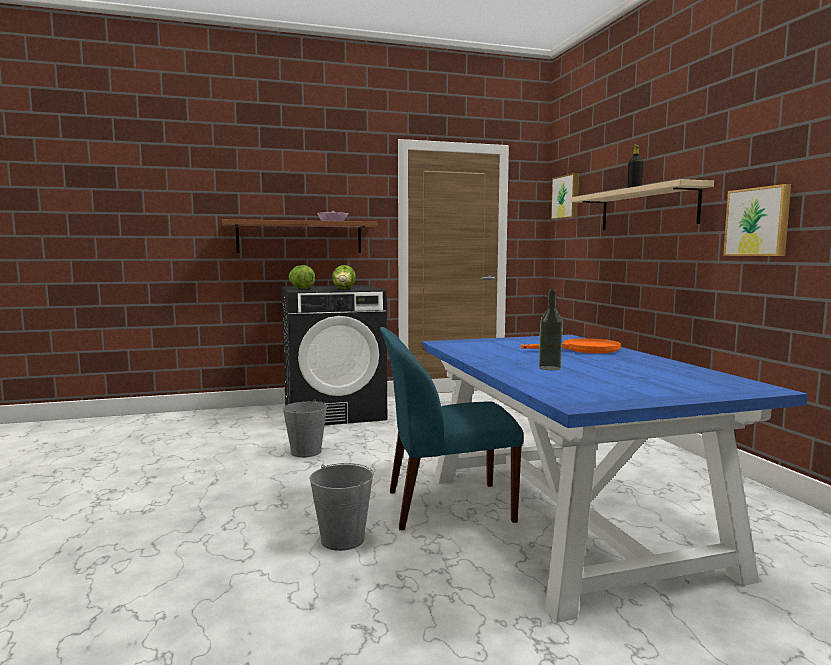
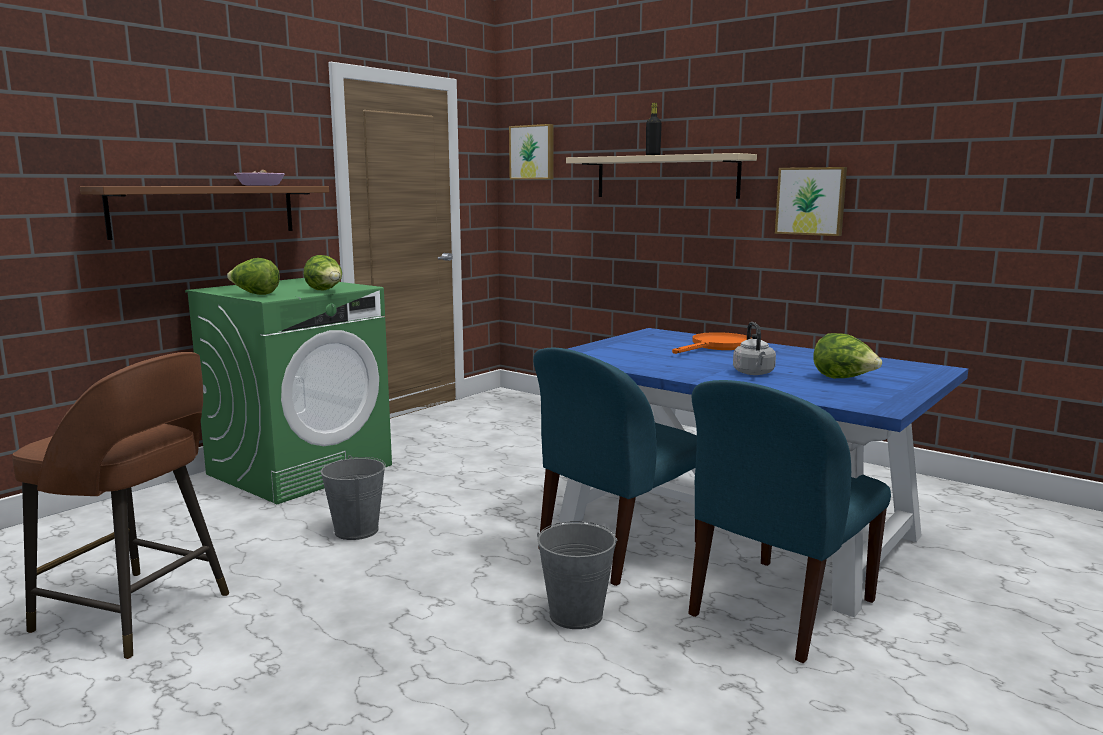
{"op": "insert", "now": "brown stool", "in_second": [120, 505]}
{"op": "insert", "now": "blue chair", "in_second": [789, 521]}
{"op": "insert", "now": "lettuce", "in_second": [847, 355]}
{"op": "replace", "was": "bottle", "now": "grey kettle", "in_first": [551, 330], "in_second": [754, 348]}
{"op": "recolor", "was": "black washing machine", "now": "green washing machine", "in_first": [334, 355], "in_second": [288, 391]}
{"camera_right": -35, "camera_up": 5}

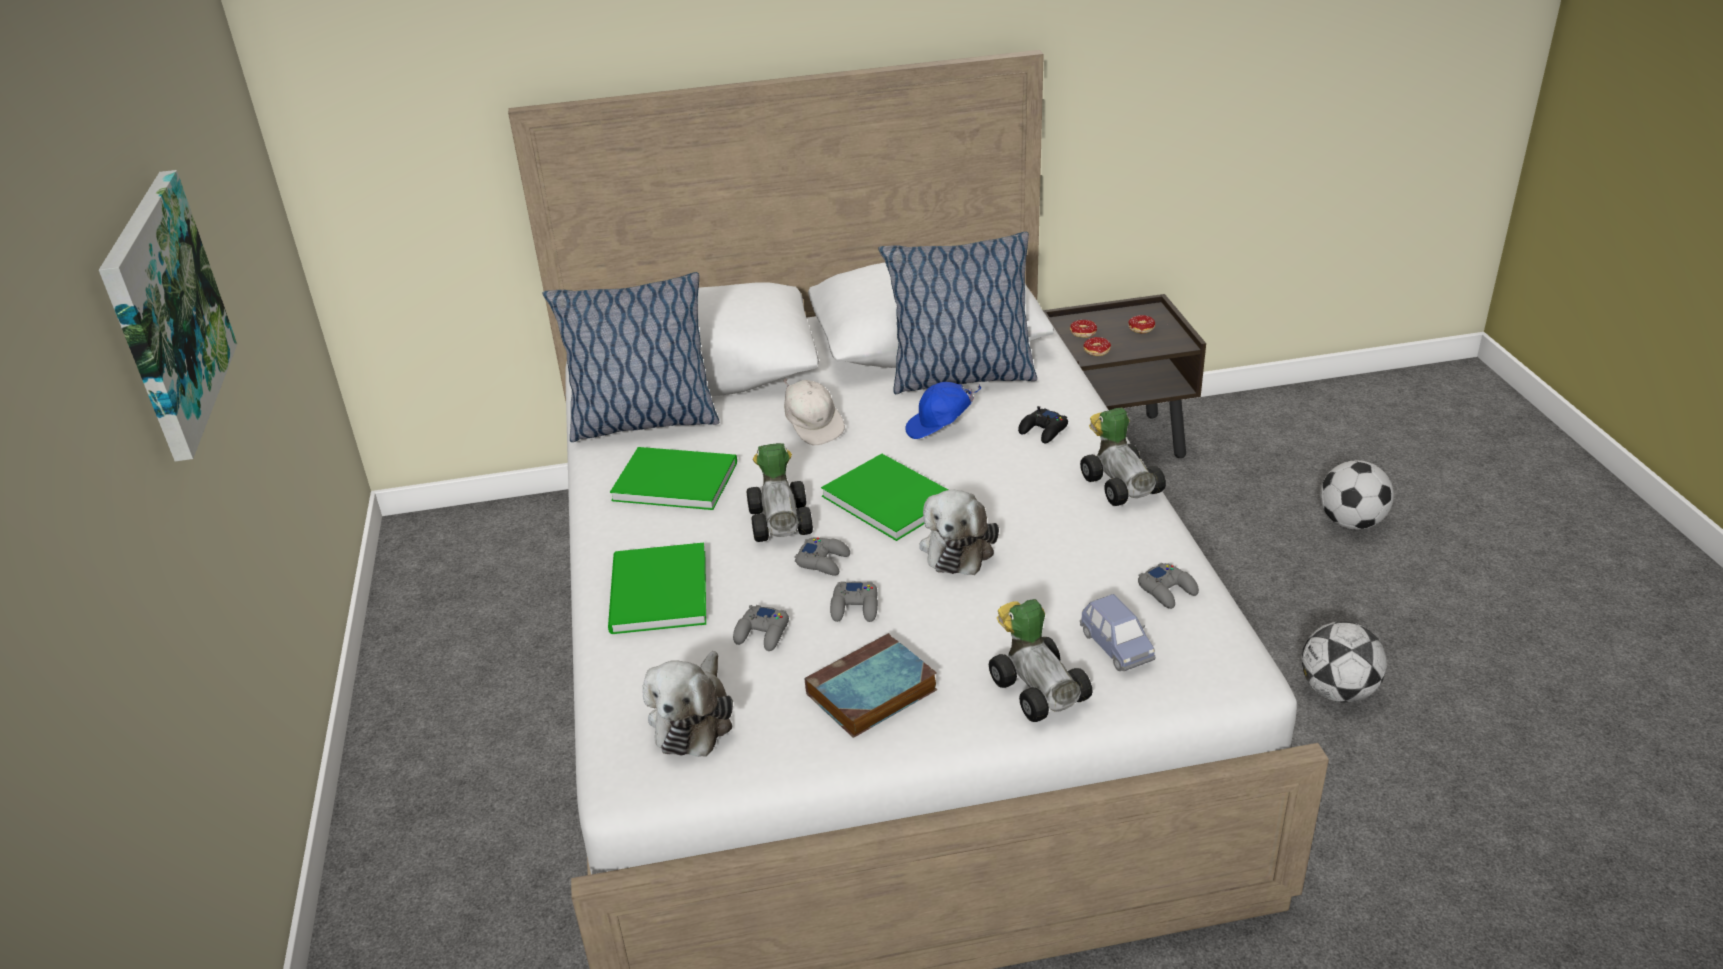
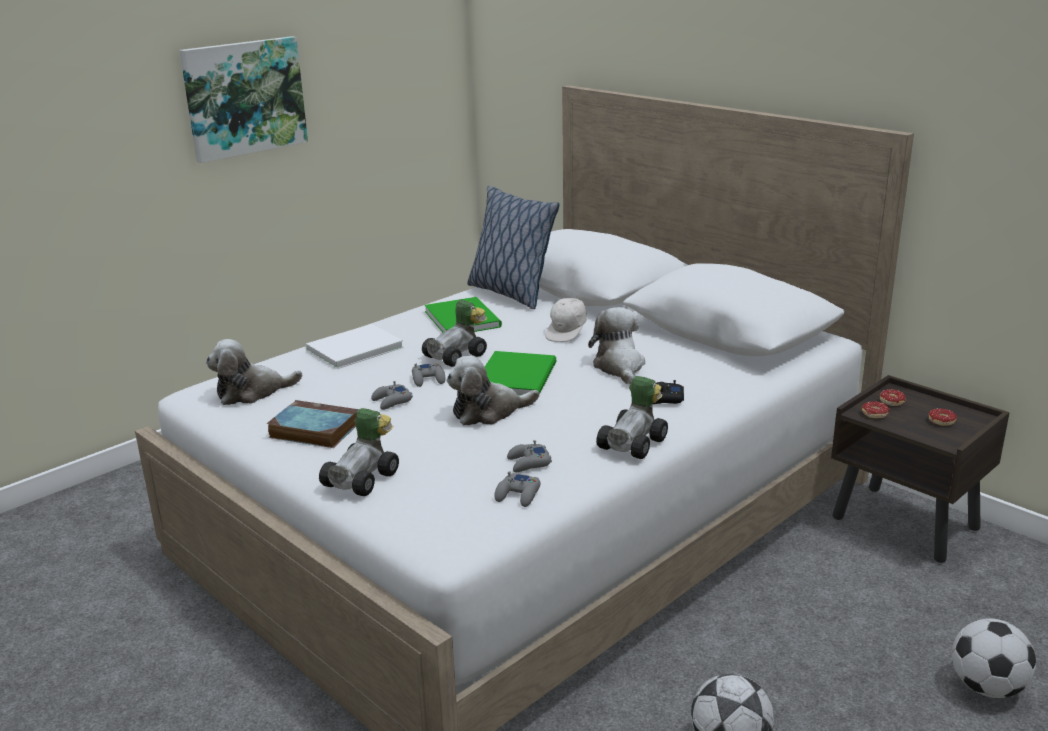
{"op": "delete", "was": "pillow", "in_first": [957, 313]}
{"op": "delete", "was": "blue toy car", "in_first": [1118, 632]}
{"op": "move", "was": "grey game controller", "in_first": [761, 628], "in_second": [529, 456]}
{"op": "replace", "was": "blue cap", "now": "plush toy", "in_first": [943, 410], "in_second": [616, 345]}
{"op": "recolor", "was": "green book", "now": "white book", "in_first": [657, 588], "in_second": [354, 346]}
{"camera_right": 55, "camera_up": -10}

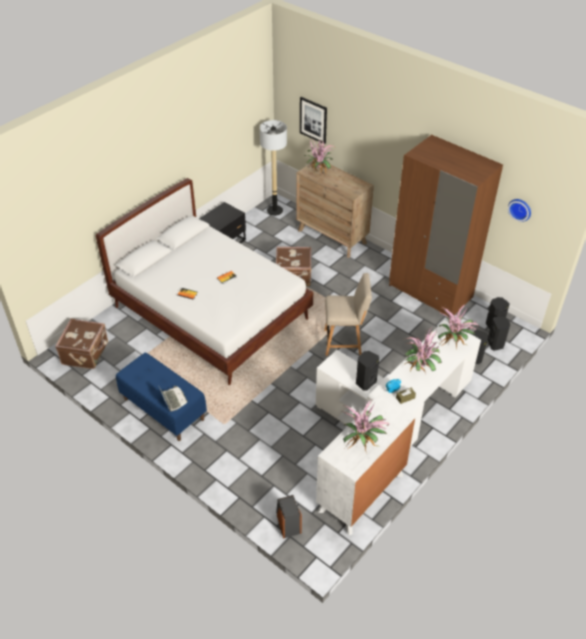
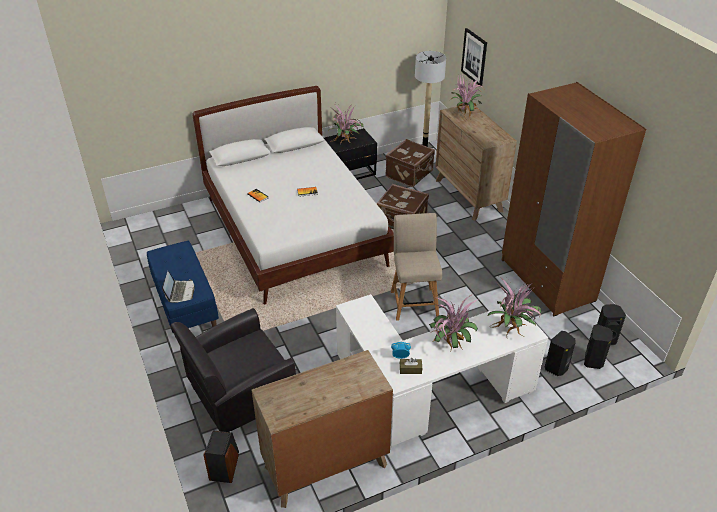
{"op": "delete", "was": "black speaker", "in_first": [367, 371]}
{"op": "delete", "was": "wall clock", "in_first": [519, 210]}
{"op": "insert", "now": "black armchair", "in_second": [233, 370]}
{"op": "move", "was": "brown suitcase", "in_first": [81, 344], "in_second": [410, 163]}
{"op": "move", "was": "potted plant", "in_first": [365, 425], "in_second": [345, 123]}
{"op": "recolor", "was": "white dresser", "now": "brown dresser", "in_first": [365, 465], "in_second": [322, 429]}
{"op": "rotate", "was": "beige chair", "in_first": [348, 314], "in_second": [416, 267], "clockwise": -120}
{"camera_right": 25, "camera_up": -5}

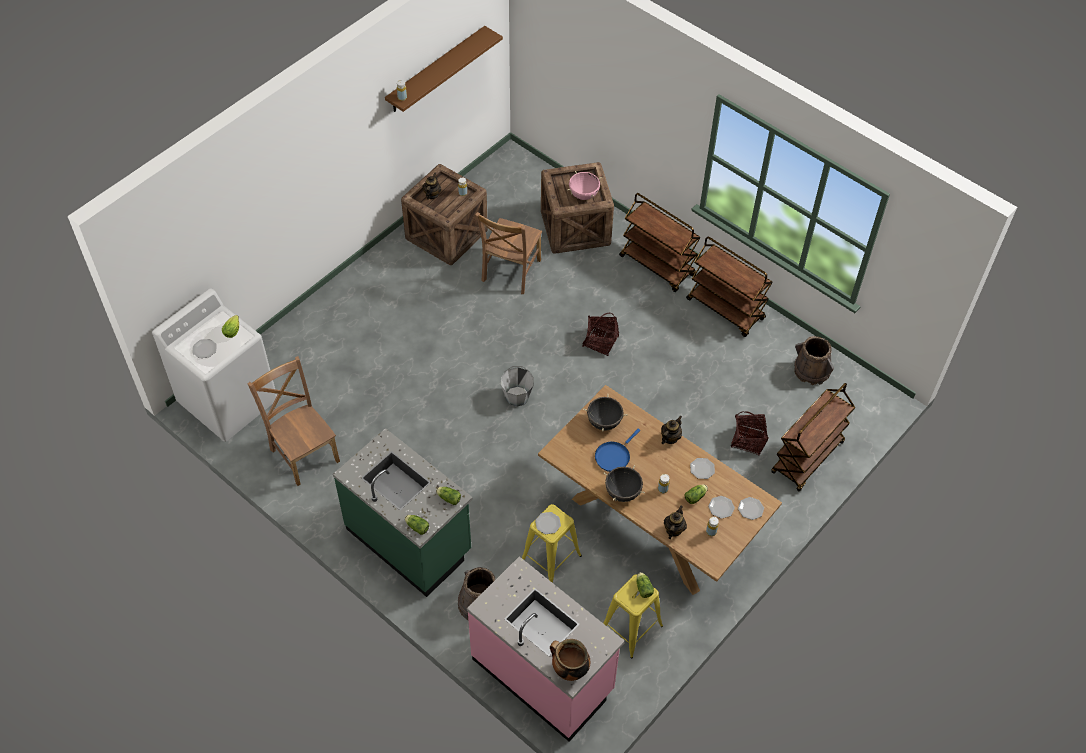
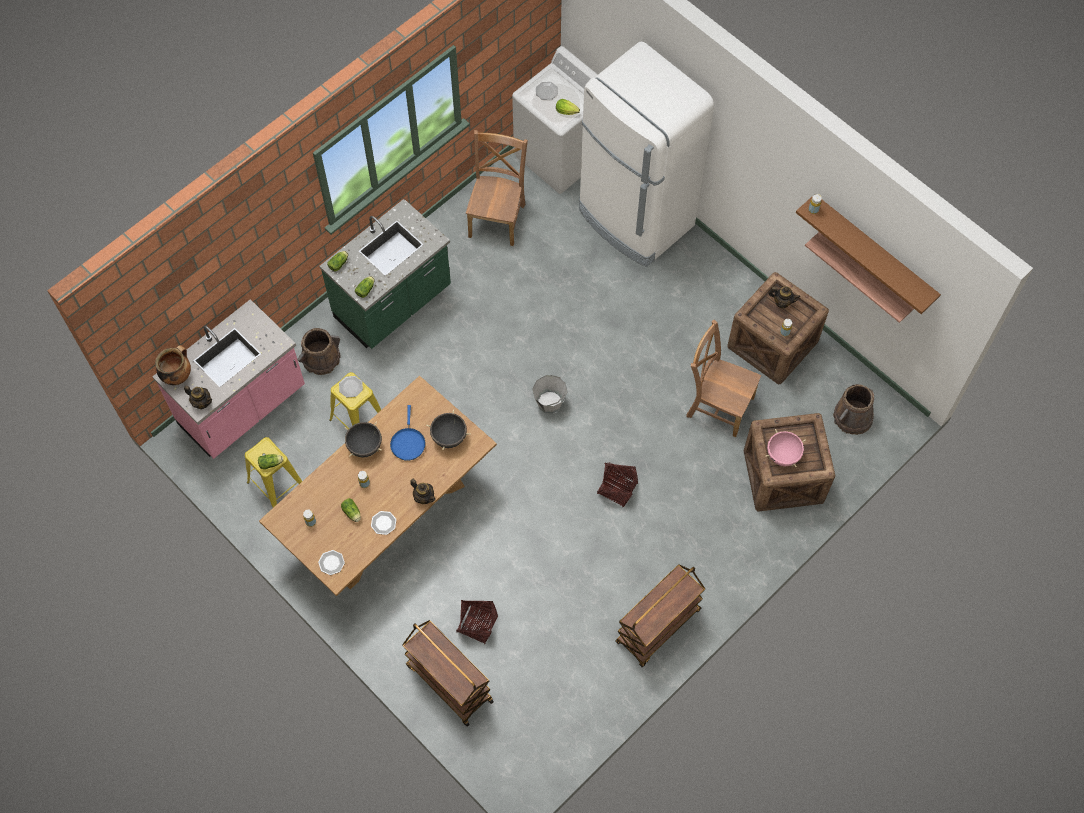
{"op": "delete", "was": "brown cart", "in_first": [660, 242]}
{"op": "delete", "was": "plate", "in_first": [721, 507]}
{"op": "insert", "now": "white fridge", "in_second": [646, 154]}
{"op": "insert", "now": "shelf", "in_second": [859, 277]}
{"op": "move", "was": "teapot", "in_first": [675, 522], "in_second": [198, 397]}
{"op": "move", "was": "brown bucket", "in_first": [814, 360], "in_second": [853, 409]}
{"op": "rotate", "was": "brown chair", "in_first": [294, 421], "in_second": [497, 188], "clockwise": -45}
{"op": "rotate", "was": "blue frying pan", "in_first": [617, 450], "in_second": [407, 433], "clockwise": -135}
{"camera_right": 95, "camera_up": 10}

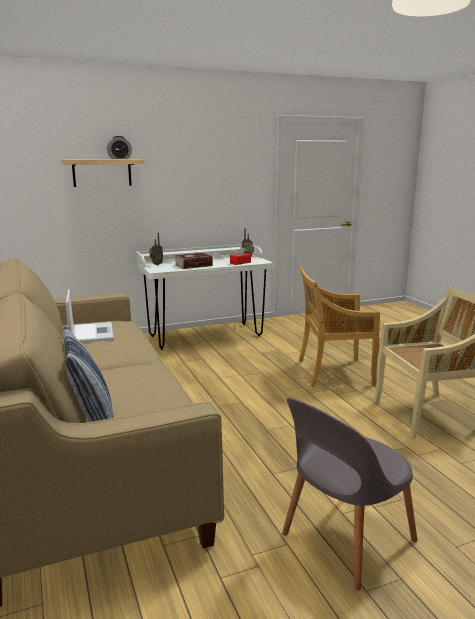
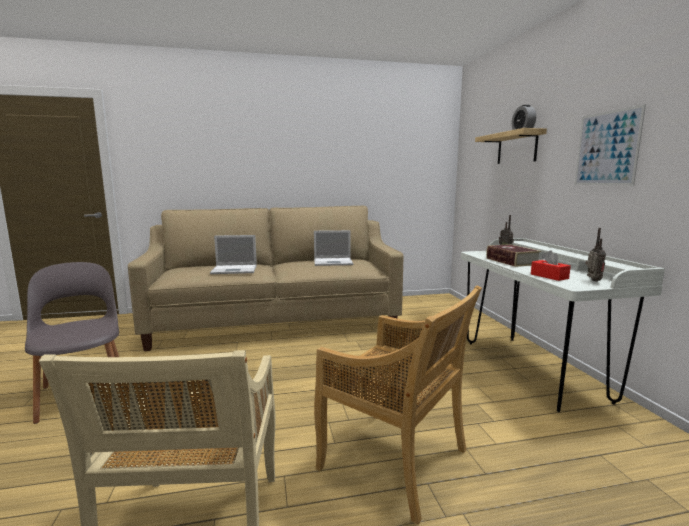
{"op": "delete", "was": "pillow", "in_first": [88, 374]}
{"op": "insert", "now": "laptop", "in_second": [233, 254]}
{"op": "insert", "now": "picture", "in_second": [610, 145]}
{"op": "rotate", "was": "beige chair", "in_first": [339, 327], "in_second": [398, 405], "clockwise": 120}
{"camera_right": 100, "camera_up": -5}

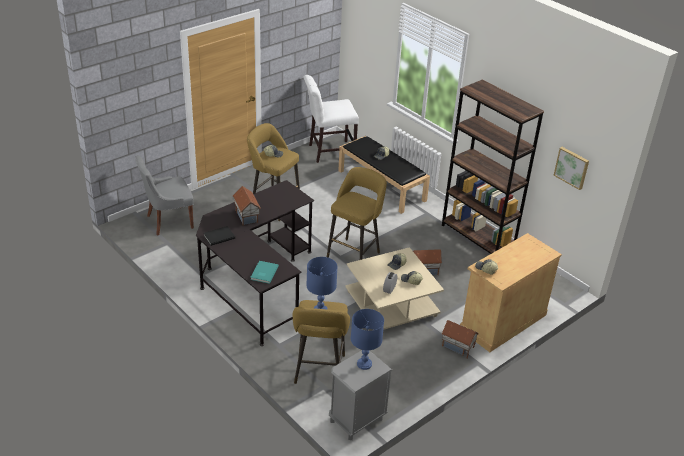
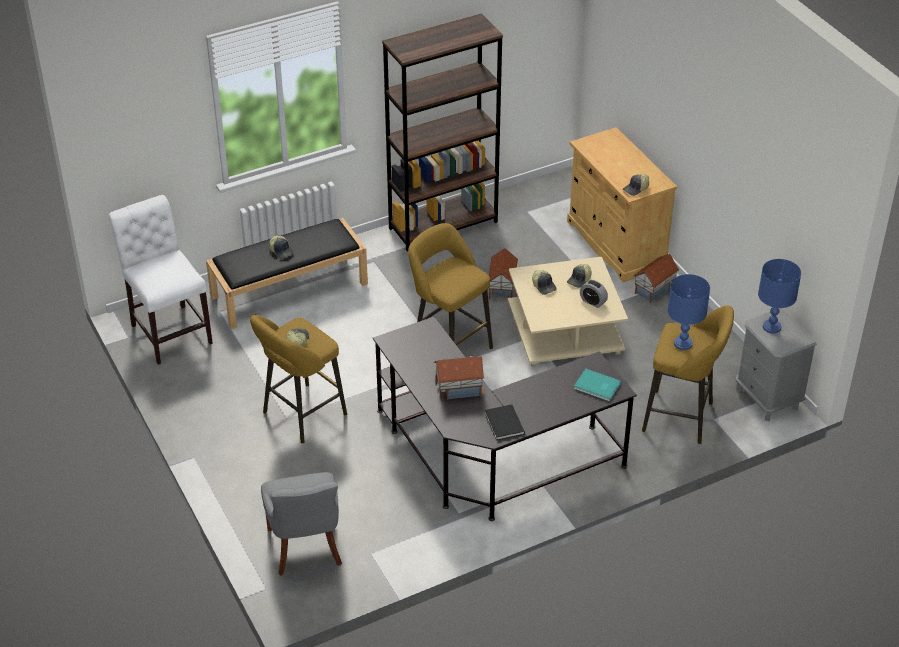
{"op": "delete", "was": "picture", "in_first": [571, 168]}
{"op": "rotate", "was": "white chair", "in_first": [331, 119], "in_second": [161, 280], "clockwise": 150}
{"camera_right": -75, "camera_up": 5}

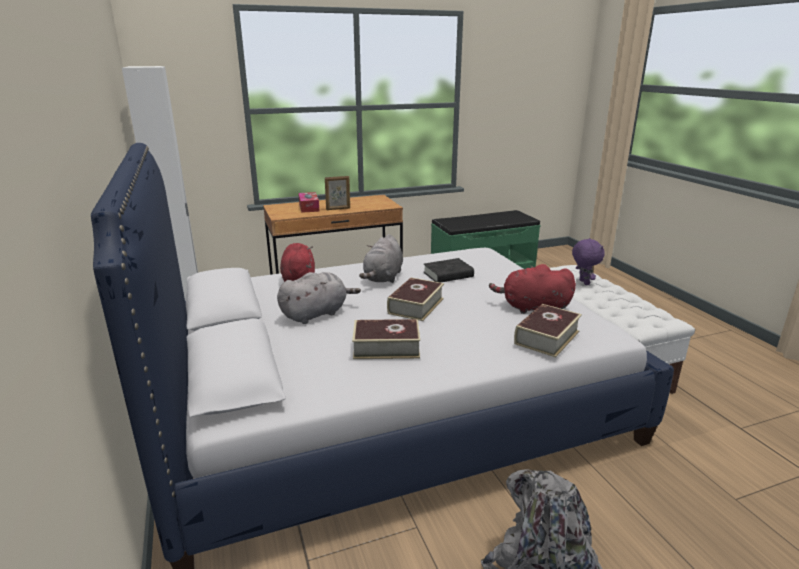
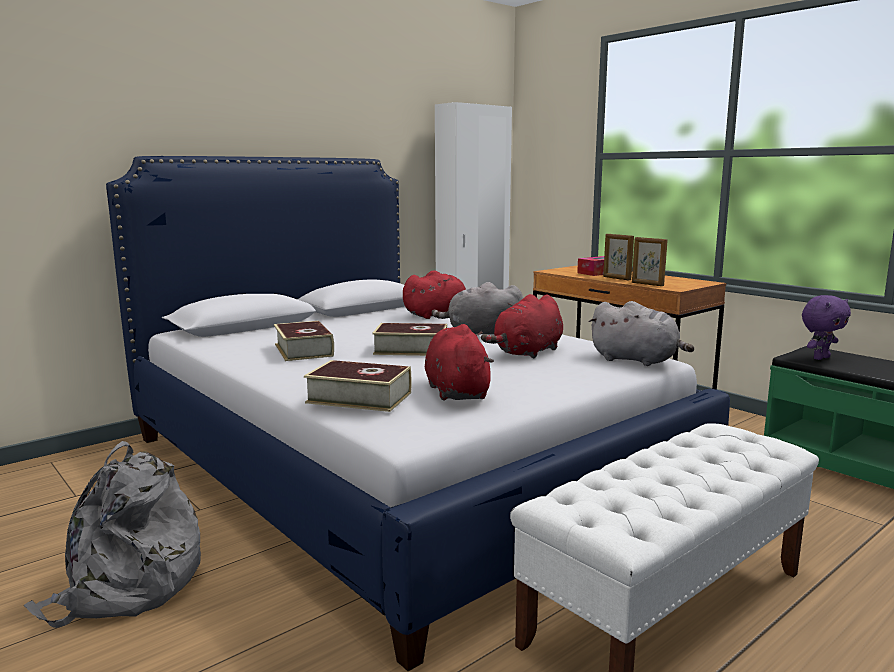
{"op": "insert", "now": "picture frame", "in_second": [649, 261]}
{"op": "move", "was": "grey plush toy", "in_first": [319, 298], "in_second": [641, 333]}
{"op": "move", "was": "purple plush toy", "in_first": [588, 261], "in_second": [826, 327]}
{"op": "replace", "was": "black book", "now": "red plush toy", "in_first": [448, 270], "in_second": [522, 326]}
{"camera_right": 70, "camera_up": -10}

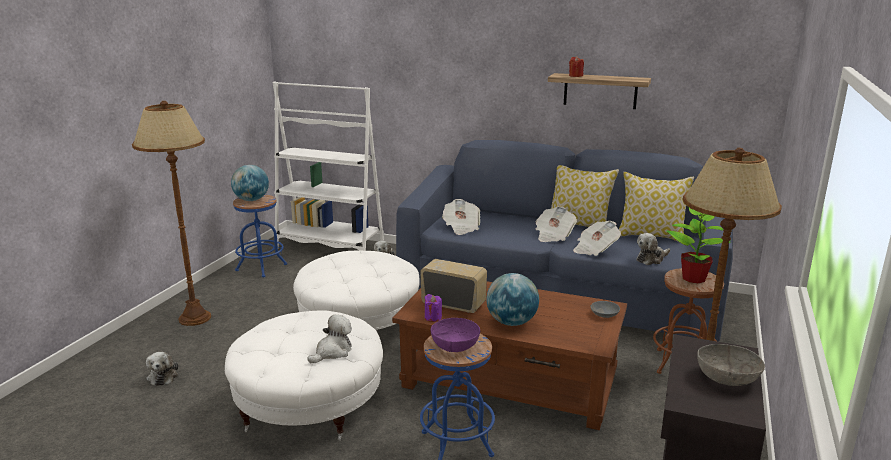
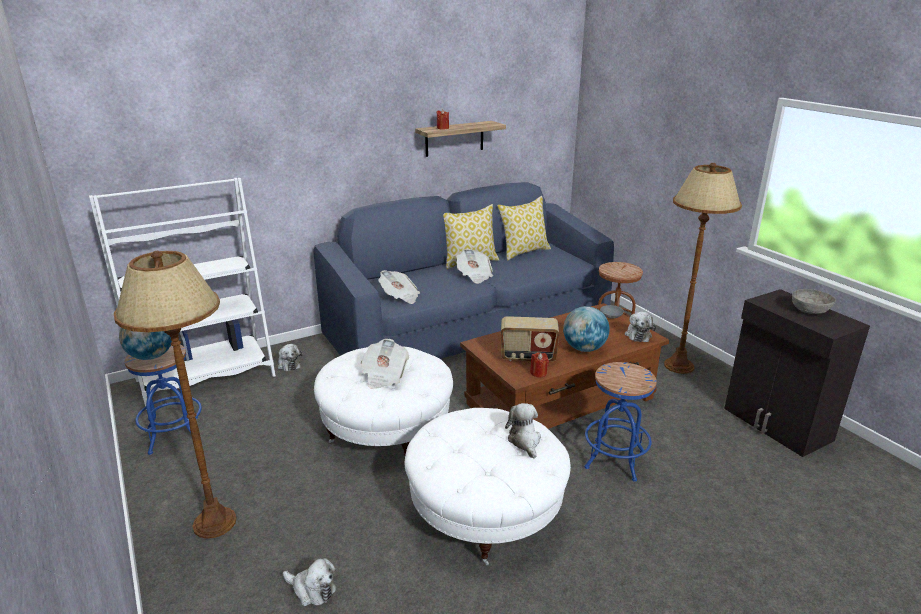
{"op": "delete", "was": "purple bowl", "in_first": [455, 335]}
{"op": "delete", "was": "potted plant", "in_first": [699, 245]}
{"op": "move", "was": "newspaper", "in_first": [597, 238], "in_second": [385, 364]}
{"op": "move", "was": "plush toy", "in_first": [653, 249], "in_second": [640, 326]}
{"op": "recolor", "was": "purple candle", "now": "red candle", "in_first": [433, 308], "in_second": [539, 364]}
{"op": "rotate", "was": "radio", "in_first": [453, 286], "in_second": [530, 338], "clockwise": -150}
{"camera_right": -50, "camera_up": 5}

